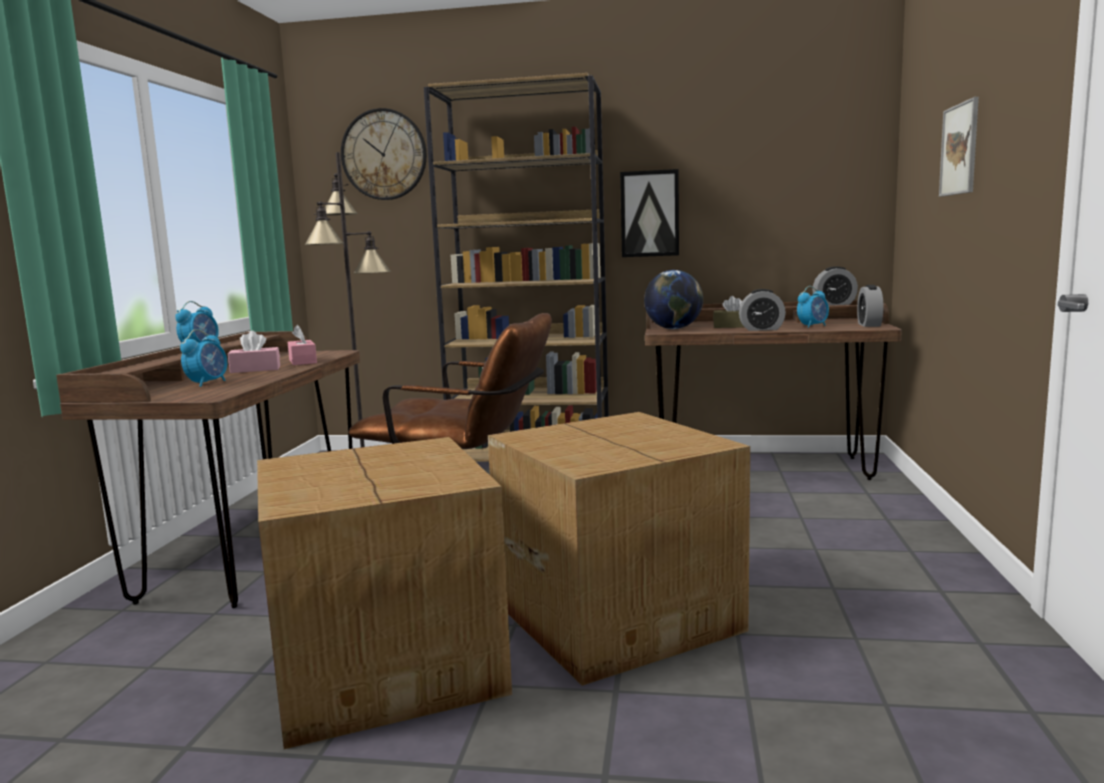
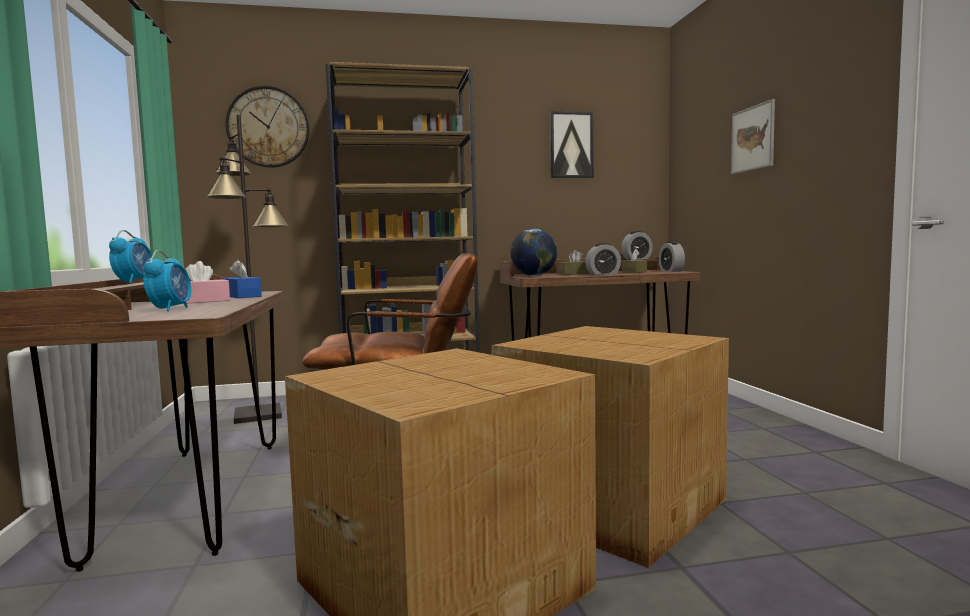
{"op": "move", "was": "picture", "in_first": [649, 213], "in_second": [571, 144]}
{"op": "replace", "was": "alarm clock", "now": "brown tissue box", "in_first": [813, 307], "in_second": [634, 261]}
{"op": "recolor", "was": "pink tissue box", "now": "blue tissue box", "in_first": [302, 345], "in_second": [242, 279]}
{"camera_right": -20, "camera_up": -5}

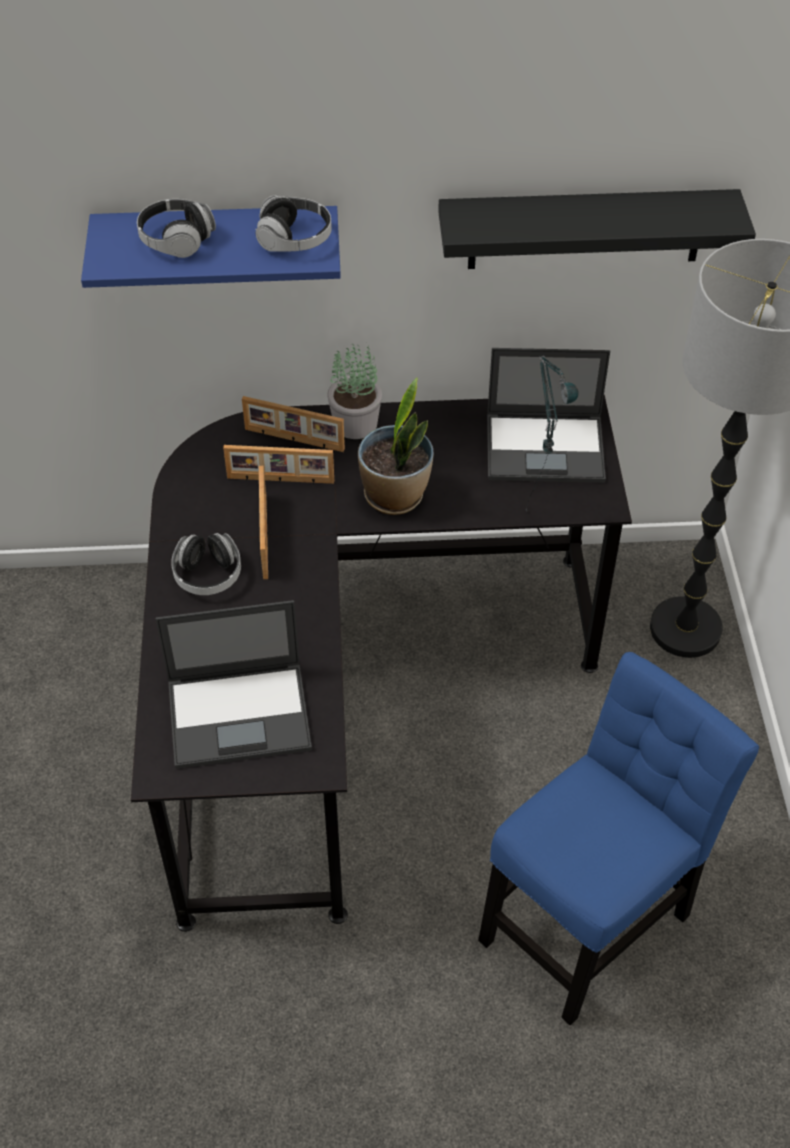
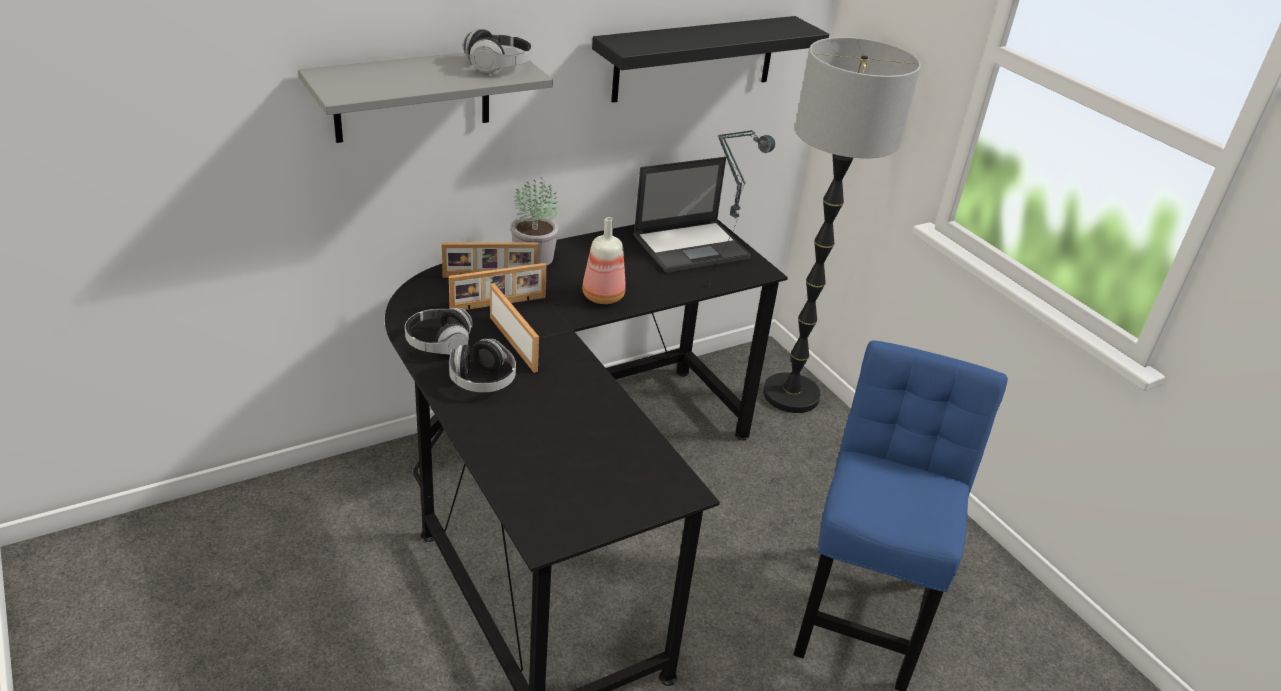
{"op": "delete", "was": "laptop", "in_first": [234, 684]}
{"op": "move", "was": "headphones", "in_first": [176, 228], "in_second": [438, 331]}
{"op": "replace", "was": "potted plant", "now": "bottle", "in_first": [396, 446], "in_second": [604, 260]}
{"op": "recolor", "was": "blue shelf", "now": "grey shelf", "in_first": [211, 247], "in_second": [425, 95]}
{"camera_right": -30, "camera_up": -15}

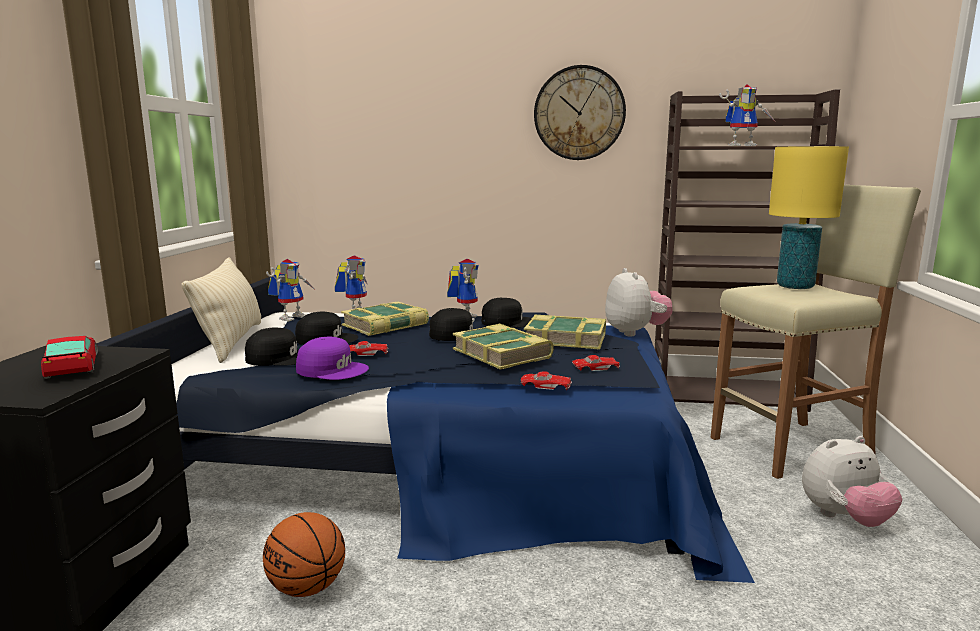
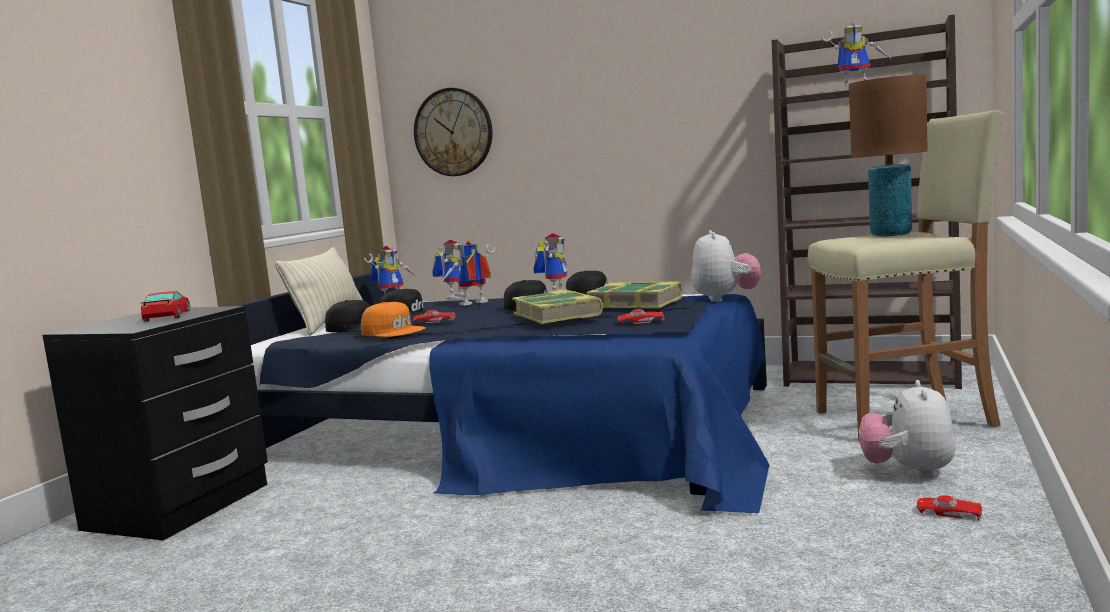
{"op": "delete", "was": "basketball", "in_first": [304, 554]}
{"op": "move", "was": "red toy car", "in_first": [546, 380], "in_second": [950, 507]}
{"op": "move", "was": "wall clock", "in_first": [580, 112], "in_second": [453, 132]}
{"op": "replace", "was": "book", "now": "toy robot", "in_first": [385, 318], "in_second": [468, 273]}
{"op": "recolor", "was": "purple cap", "now": "orange cap", "in_first": [332, 358], "in_second": [393, 319]}
{"op": "recolor", "was": "yellow table lamp", "now": "brown table lamp", "in_first": [809, 217], "in_second": [888, 155]}
{"op": "rotate", "was": "plush toy", "in_first": [852, 481], "in_second": [907, 429], "clockwise": 105}
{"camera_right": 15, "camera_up": -5}

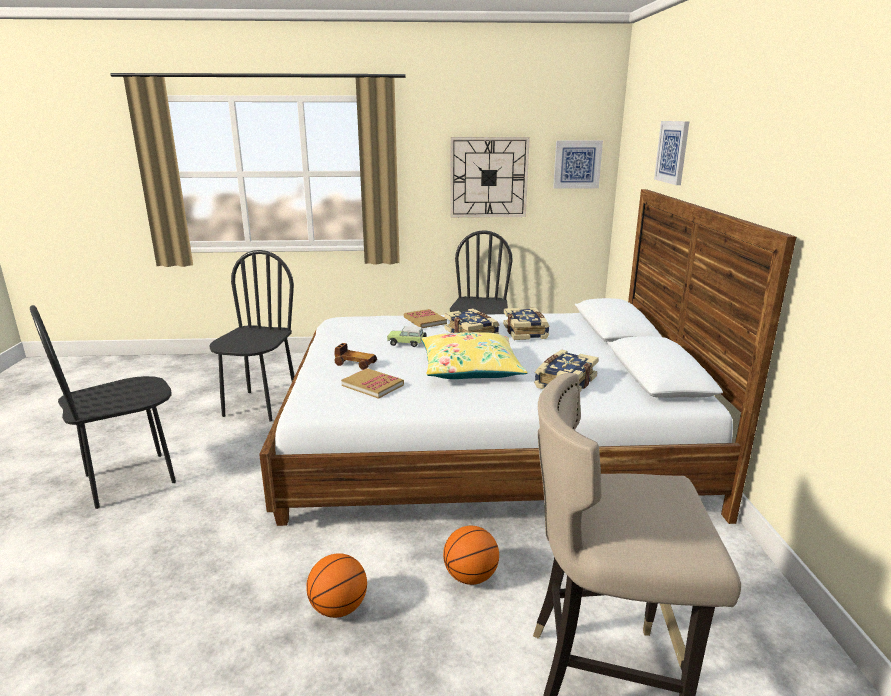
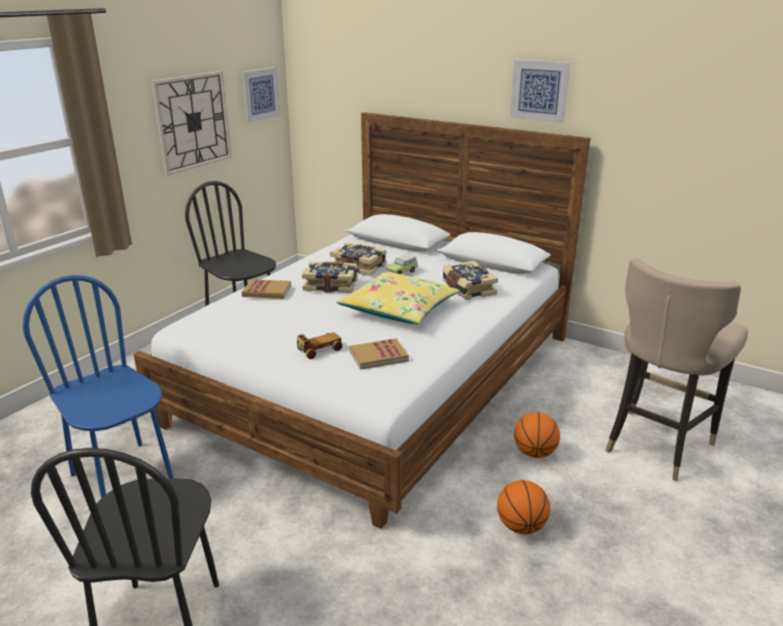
{"op": "move", "was": "toy car", "in_first": [407, 336], "in_second": [401, 264]}
{"op": "move", "was": "picture", "in_first": [671, 153], "in_second": [540, 91]}
{"op": "recolor", "was": "black chair", "now": "blue chair", "in_first": [252, 335], "in_second": [98, 386]}
{"camera_right": -55, "camera_up": 5}

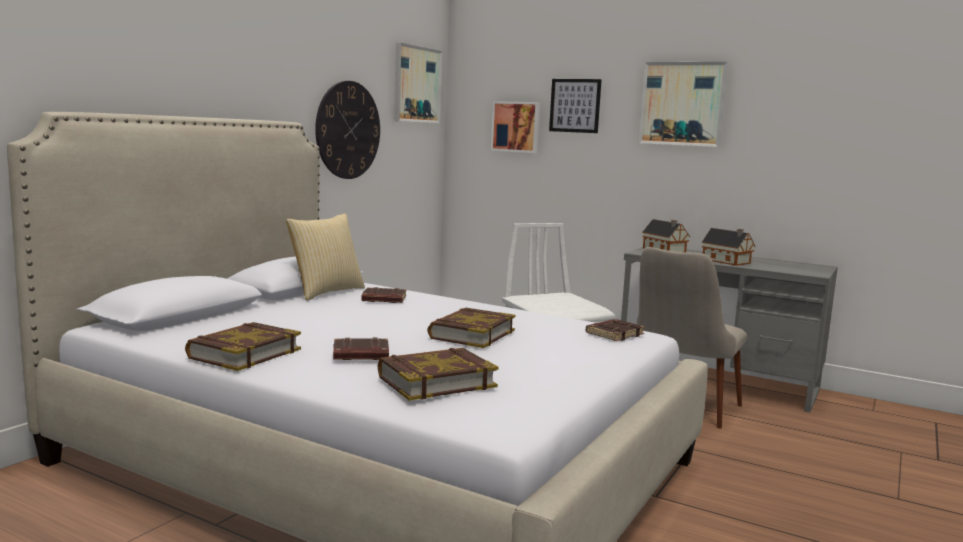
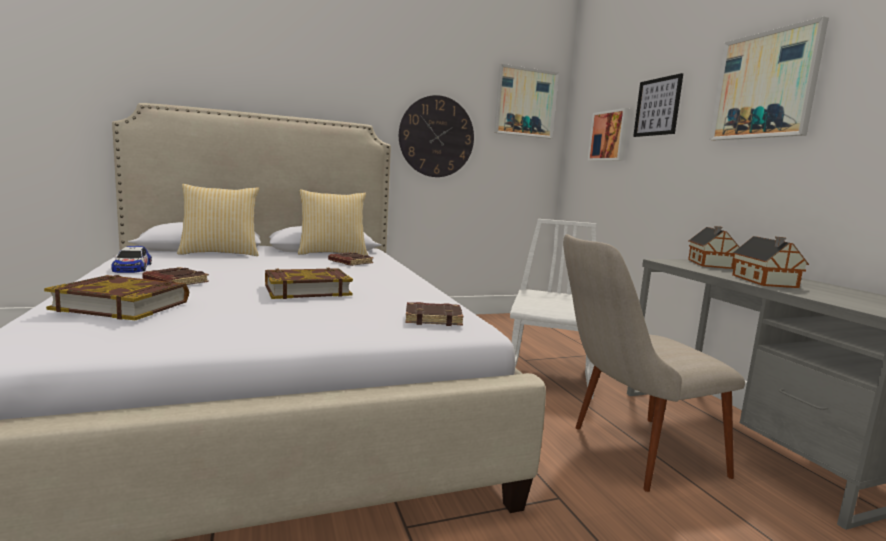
{"op": "insert", "now": "pillow", "in_second": [218, 220]}
{"op": "replace", "was": "book", "now": "toy car", "in_first": [243, 346], "in_second": [131, 259]}
{"camera_right": 40, "camera_up": 0}

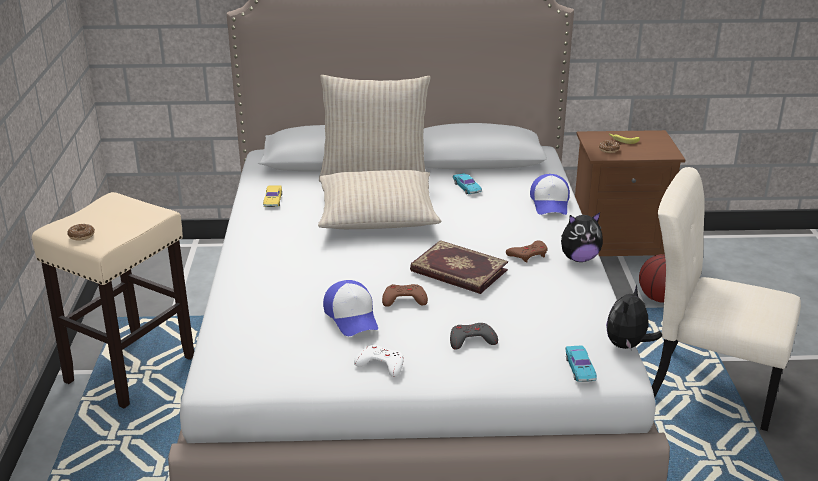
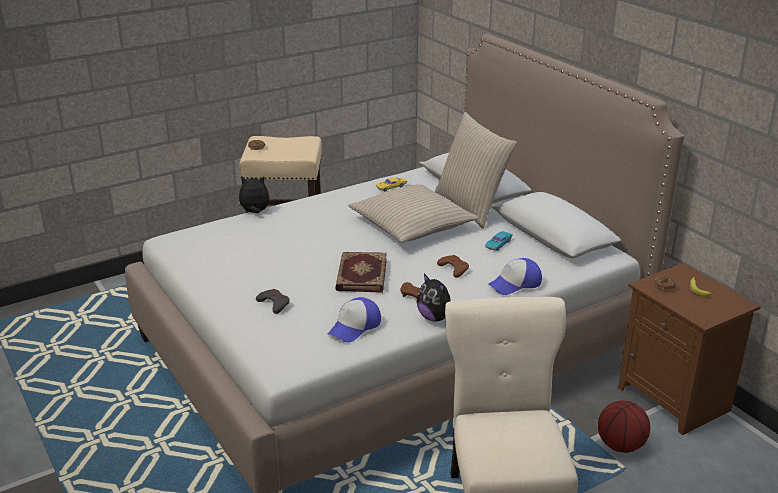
{"op": "delete", "was": "white game controller", "in_first": [379, 361]}
{"op": "delete", "was": "turquoise toy car", "in_first": [581, 363]}
{"op": "move", "was": "cap", "in_first": [350, 308], "in_second": [354, 320]}
{"op": "move", "was": "brown game controller", "in_first": [405, 295], "in_second": [453, 266]}
{"op": "move", "was": "plush toy", "in_first": [634, 317], "in_second": [252, 194]}
{"camera_right": 60, "camera_up": 0}

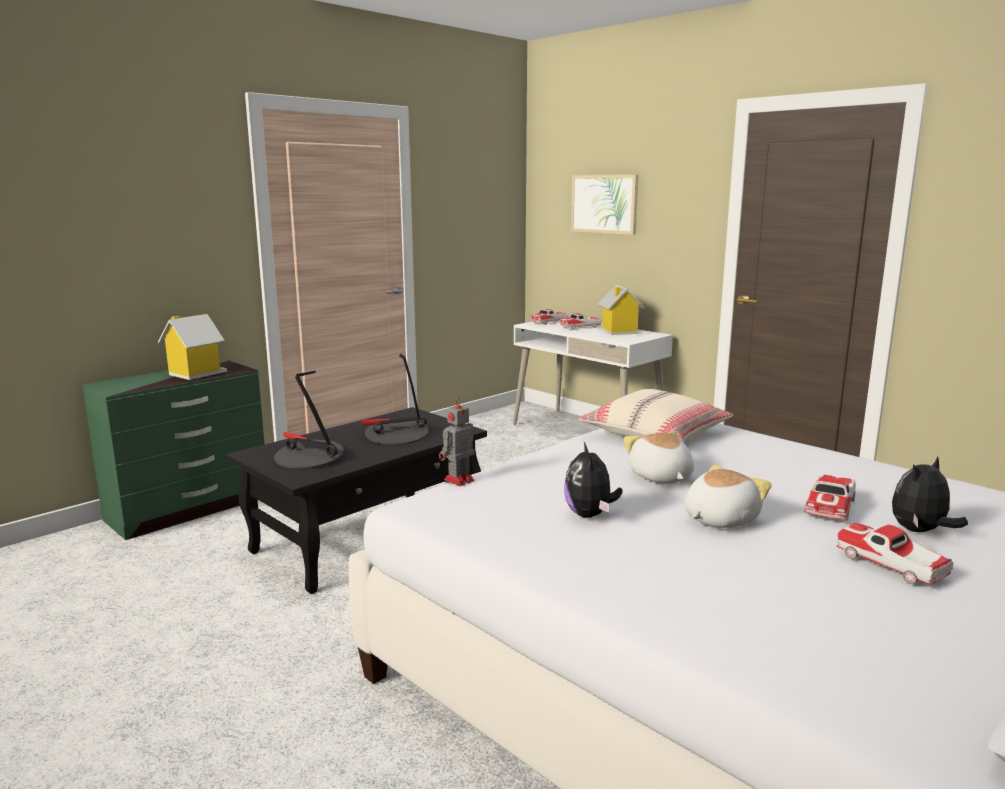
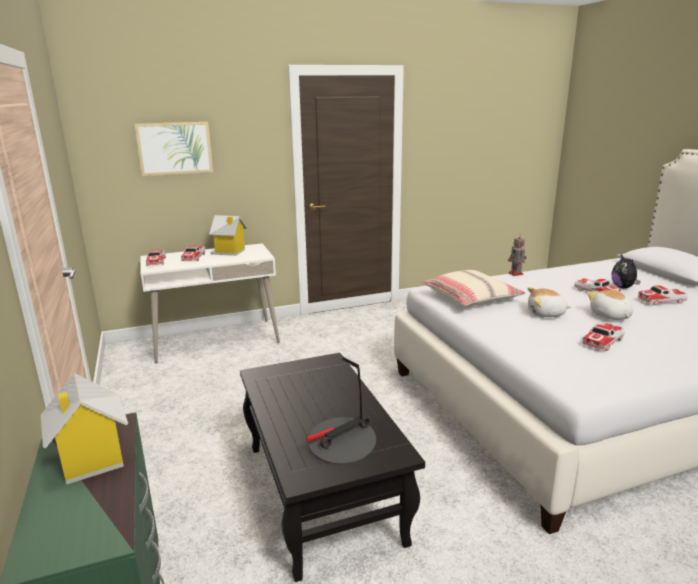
{"op": "delete", "was": "table lamp", "in_first": [395, 399]}
{"op": "move", "was": "toy robot", "in_first": [456, 441], "in_second": [517, 255]}
{"op": "replace", "was": "plush toy", "now": "toy car", "in_first": [593, 480], "in_second": [603, 337]}
{"camera_right": -65, "camera_up": 5}

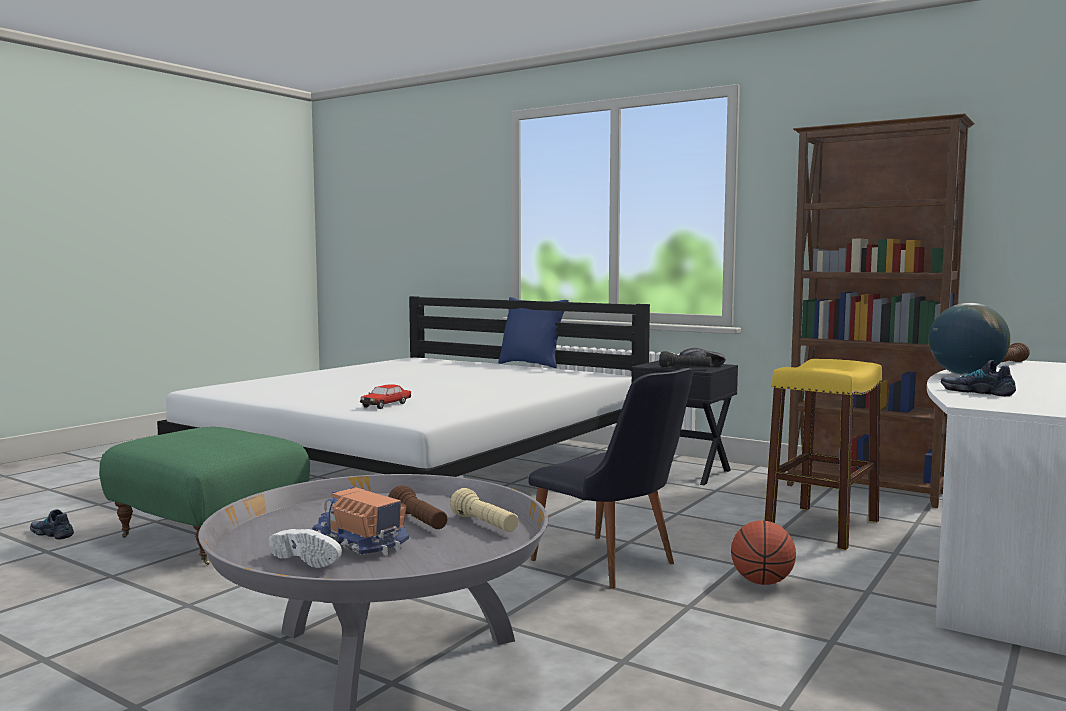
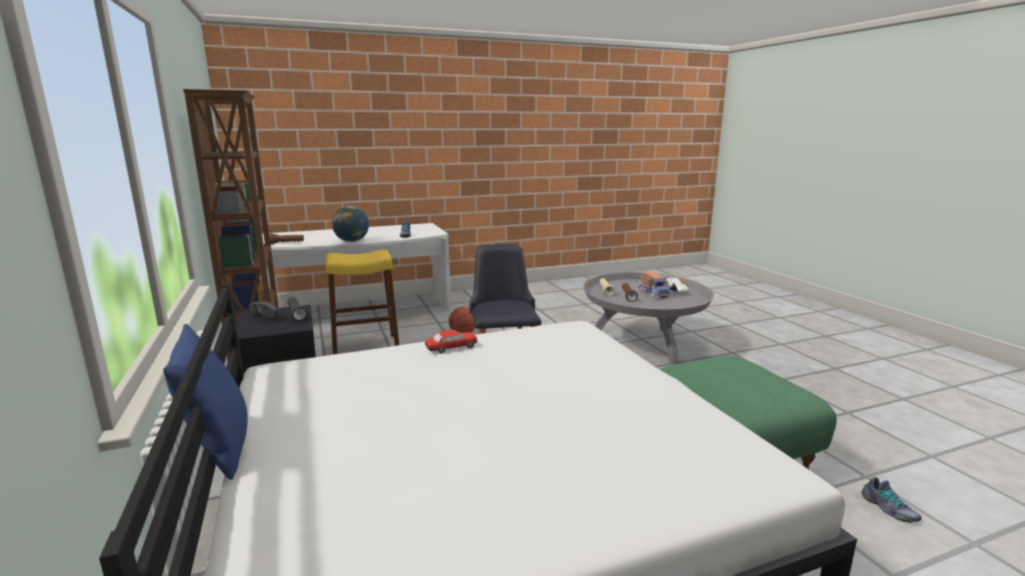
{"op": "move", "was": "toy car", "in_first": [385, 396], "in_second": [451, 341]}
{"camera_right": -145, "camera_up": 10}

